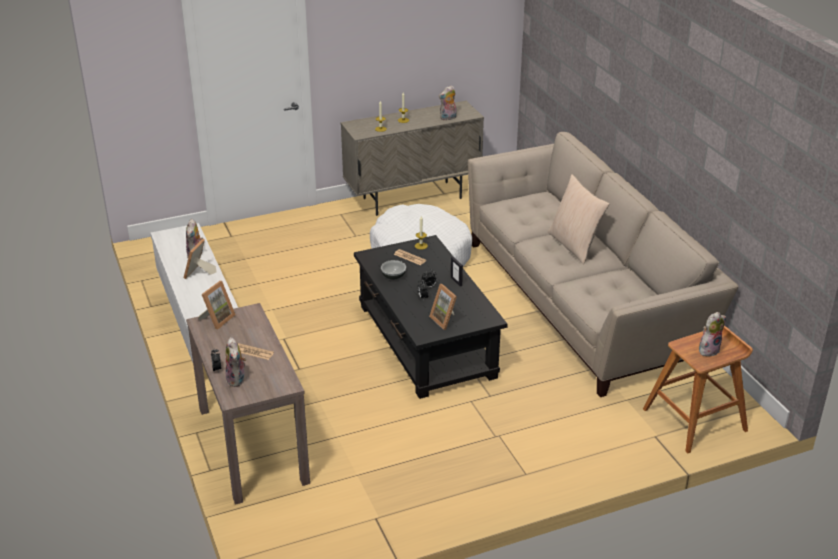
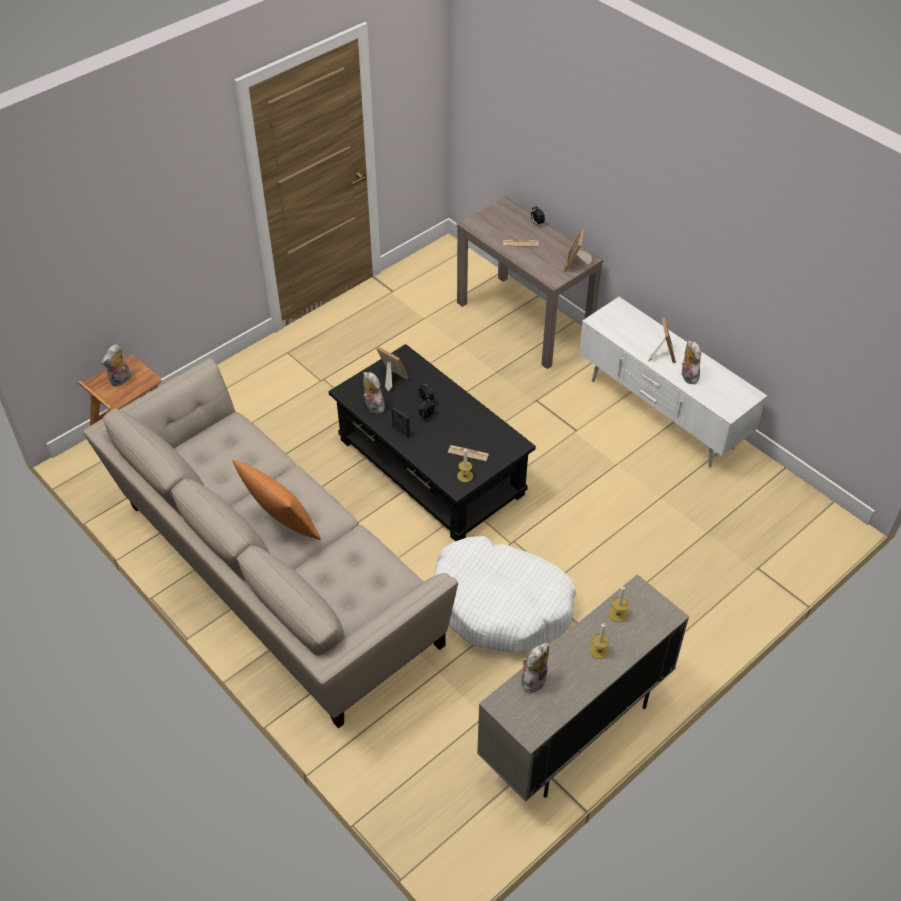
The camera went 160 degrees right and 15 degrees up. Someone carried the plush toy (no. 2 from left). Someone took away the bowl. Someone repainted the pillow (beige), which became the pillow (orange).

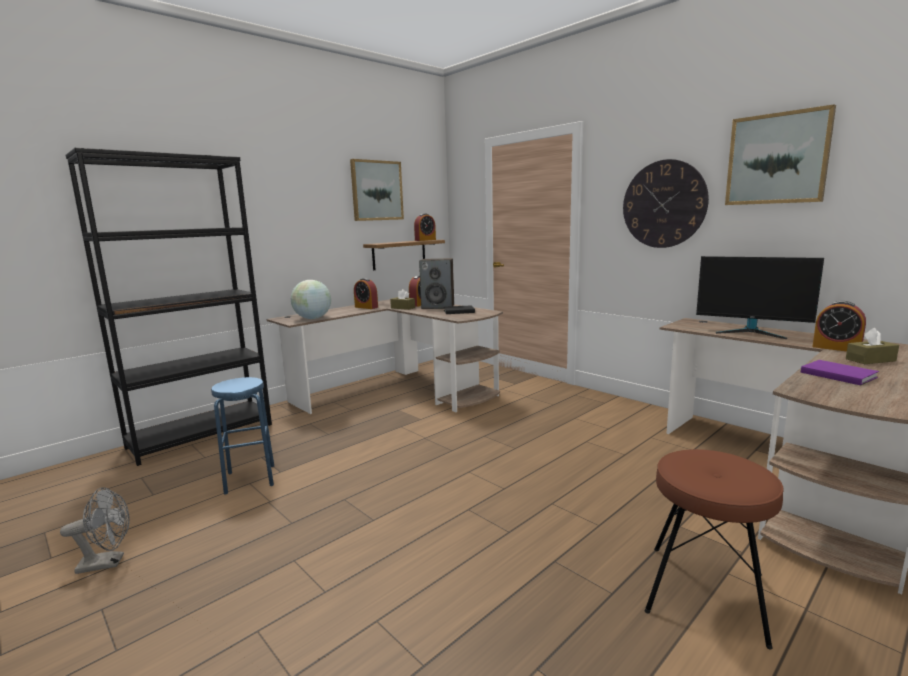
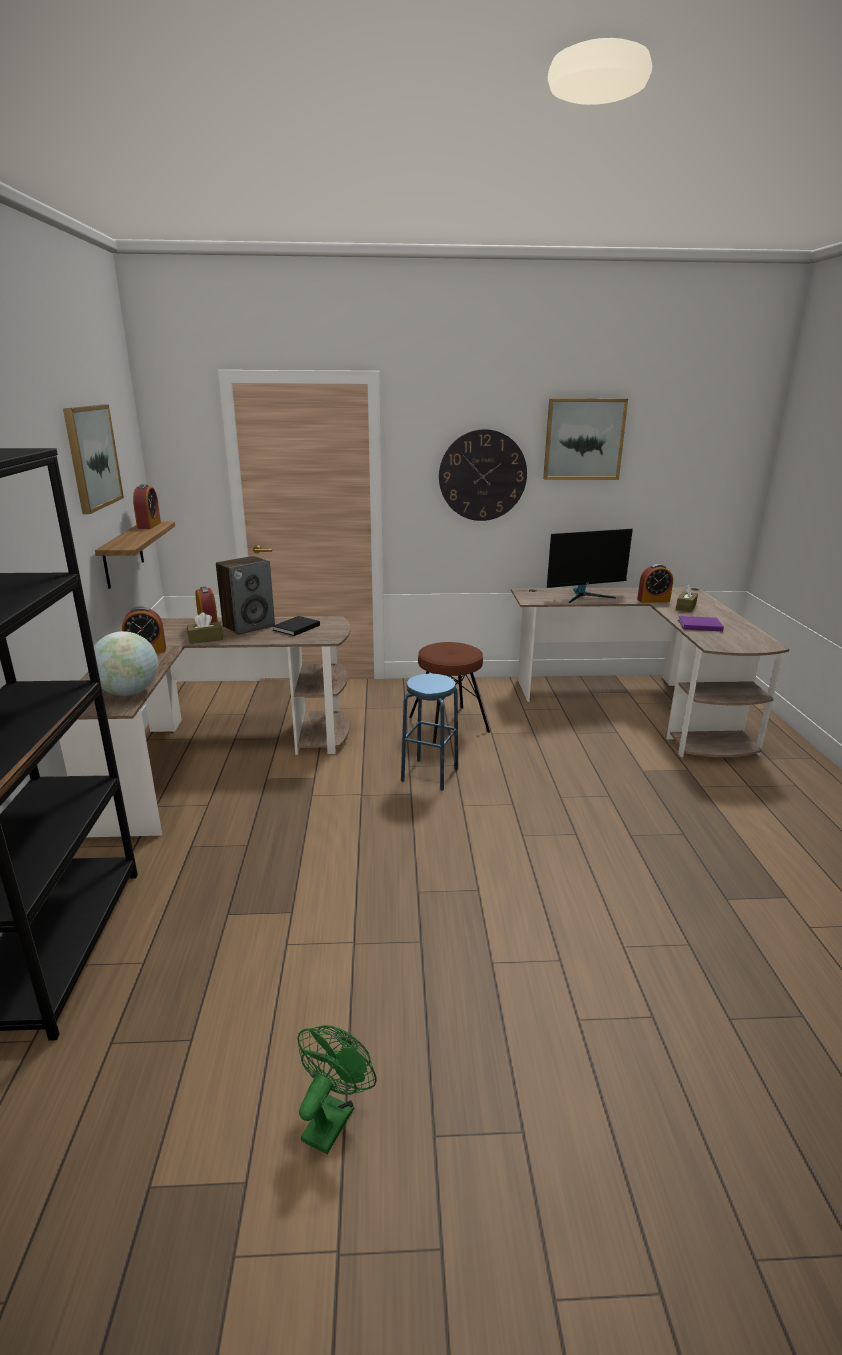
The camera went 50 degrees left and 10 degrees up. Someone repainted the fan (grey), which became the fan (green). Someone carried the stool (blue). Someone carried the stool (brown).

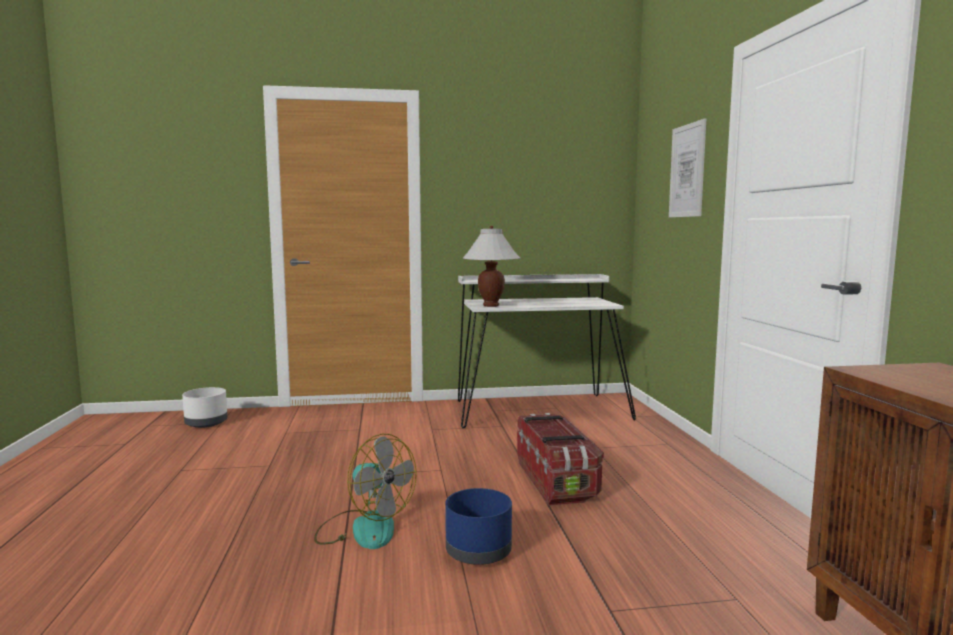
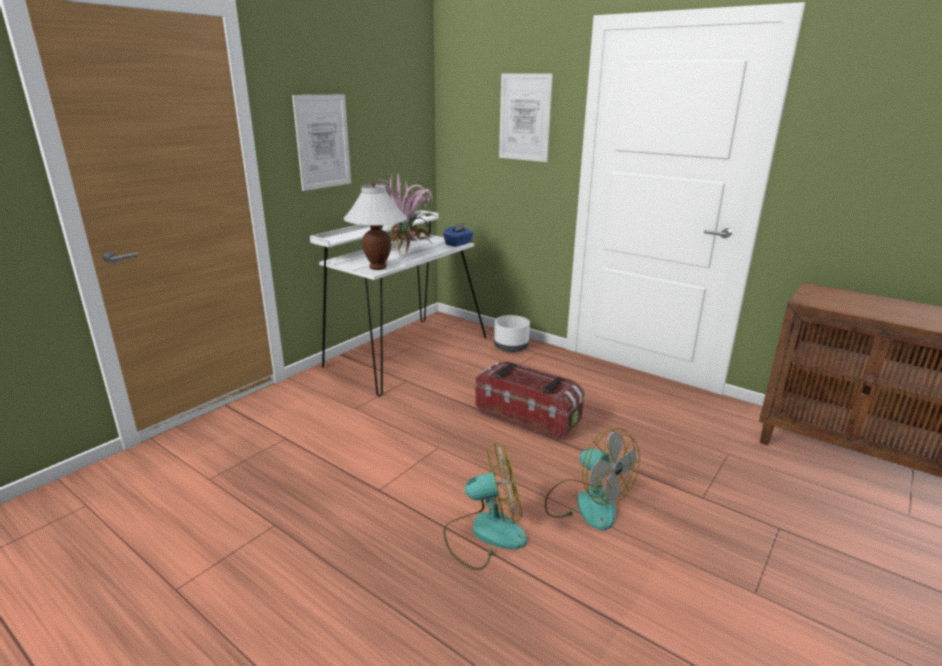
The camera went 45 degrees left and 15 degrees up. Someone carried the planter (white). Someone swapped the planter (blue) for the fan (no. 2 from left). Someone put up the picture (no. 1 from left). Someone put down the potted plant. Someone put down the tissue box (blue).

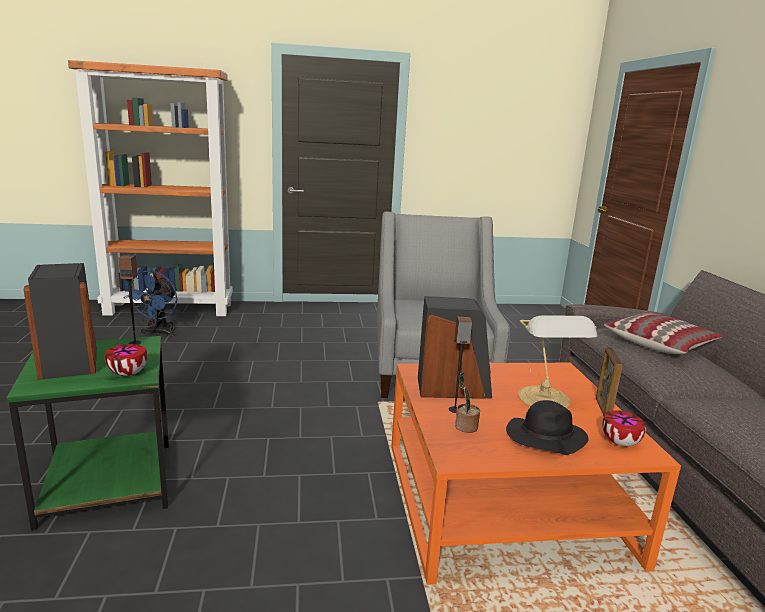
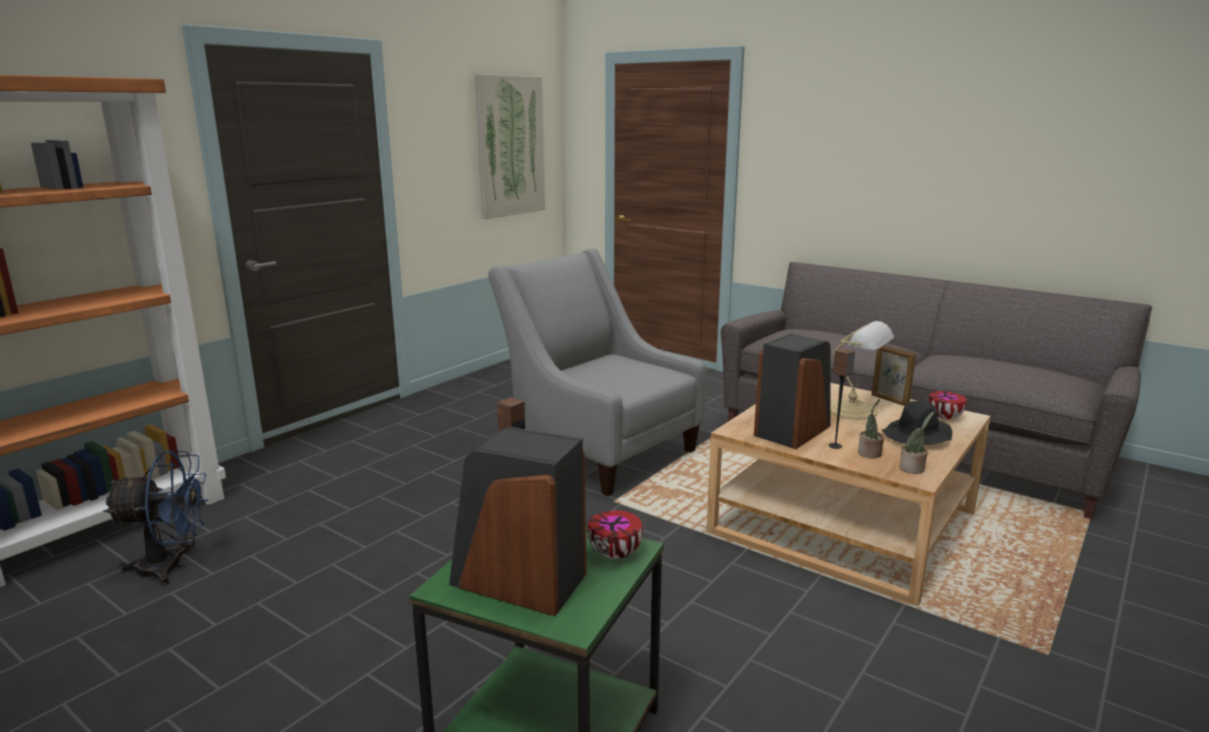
The camera went 45 degrees left and 0 degrees up. Someone rotated the fan (blue) by 60 degrees counterclockwise. Someone repainted the coffee table (orange), which became the coffee table (beige). Someone took away the pillow. Someone put up the picture. Someone put down the potted plant (no. 2 from left).

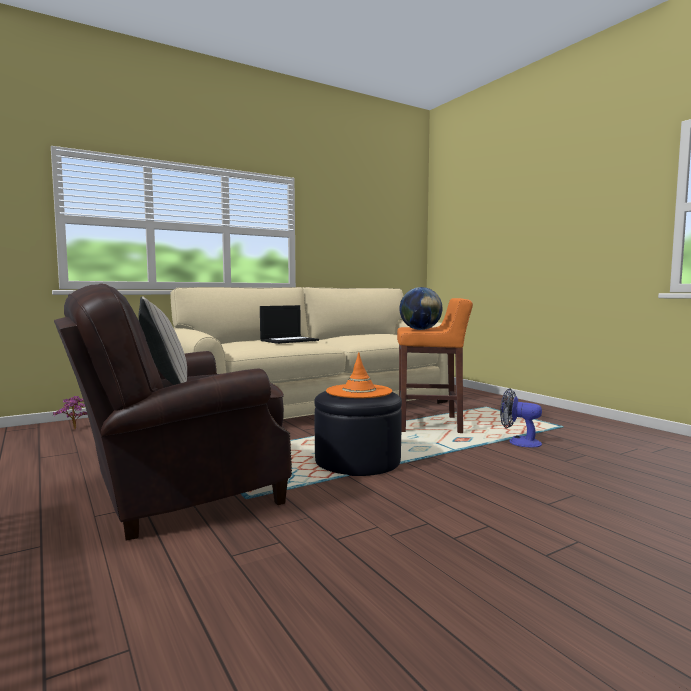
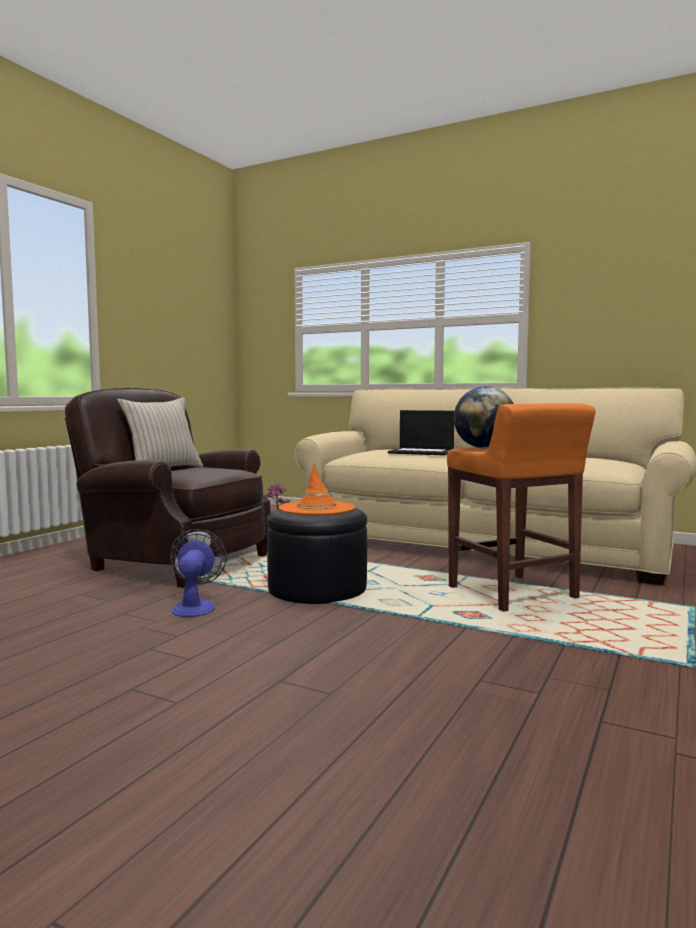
The camera went 60 degrees right and 0 degrees up. Someone carried the fan.

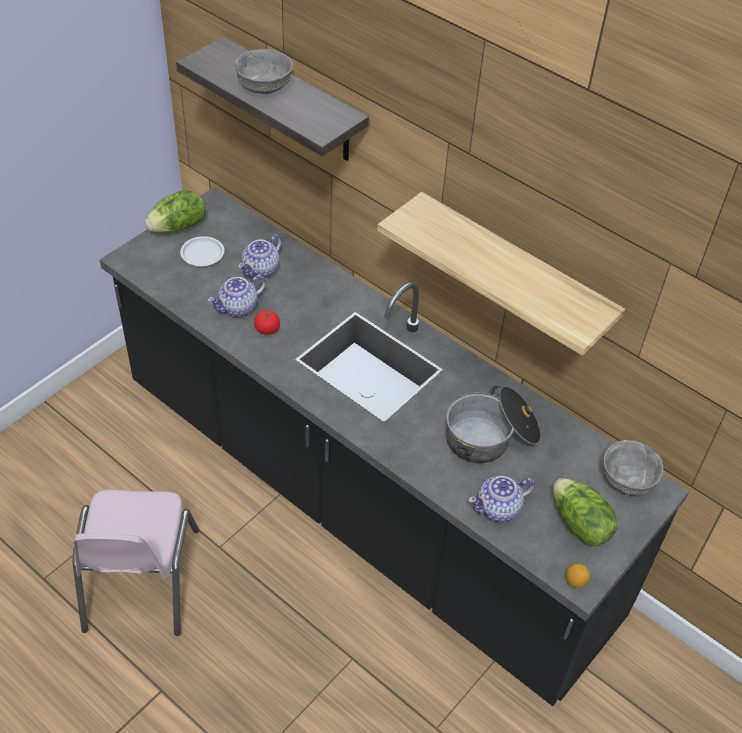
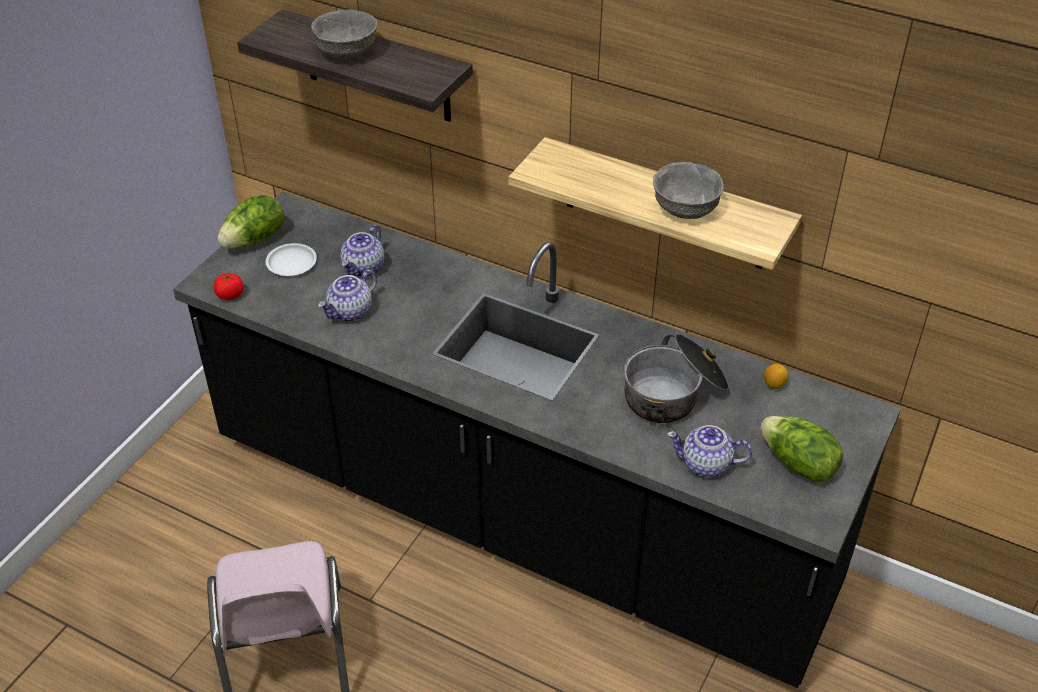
The camera went 10 degrees left and 5 degrees down. Someone carried the tomato. Someone rotated the teapot (no. 3 from left) by 45 degrees clockwise. Someone carried the lemon. Someone carried the bowl (grey) (no. 2 from left).

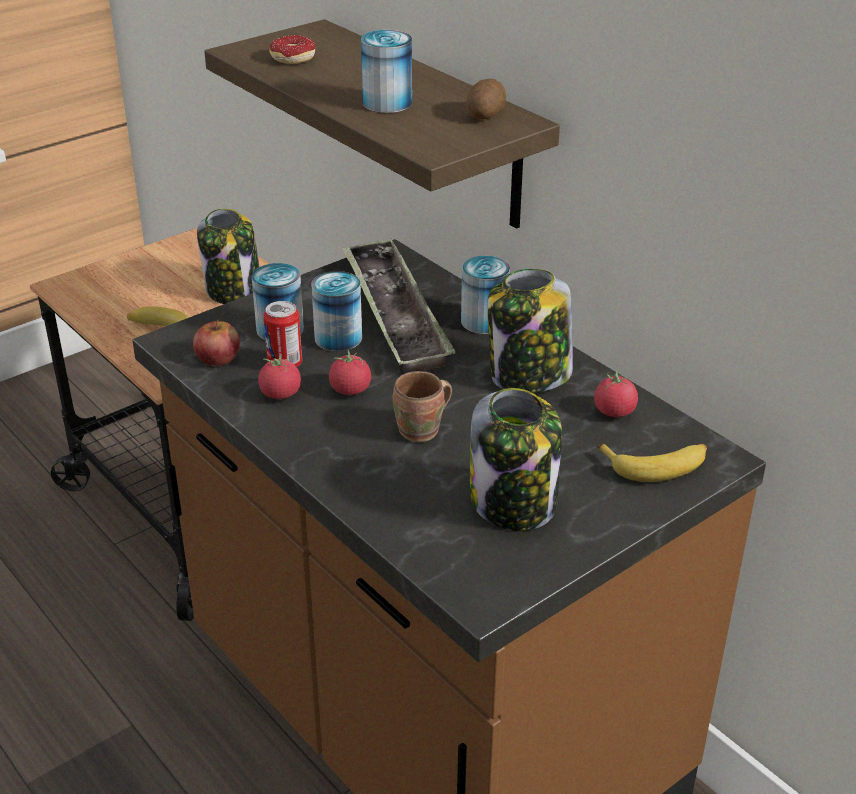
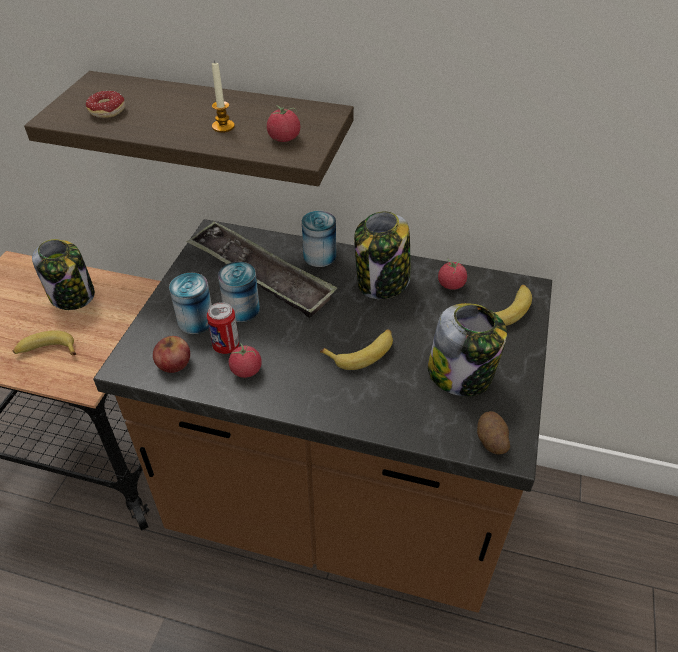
The camera went 35 degrees left and 10 degrees up. Someone carried the tomato (no. 2 from left). Someone swapped the can (no. 4 from left) for the candle. Someone swapped the mug (brown) for the banana (no. 2 from left). Someone carried the potato.

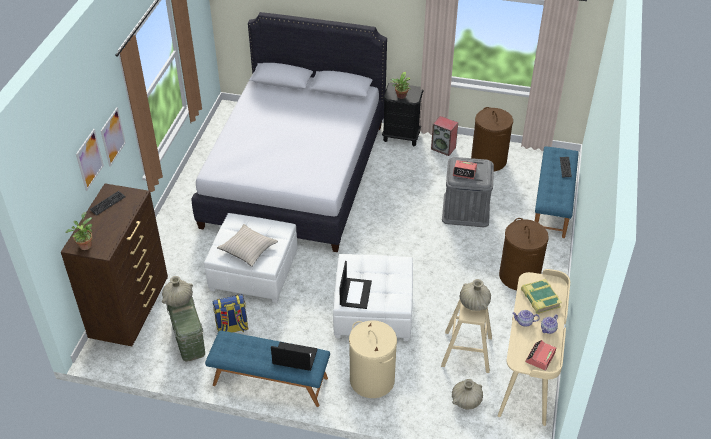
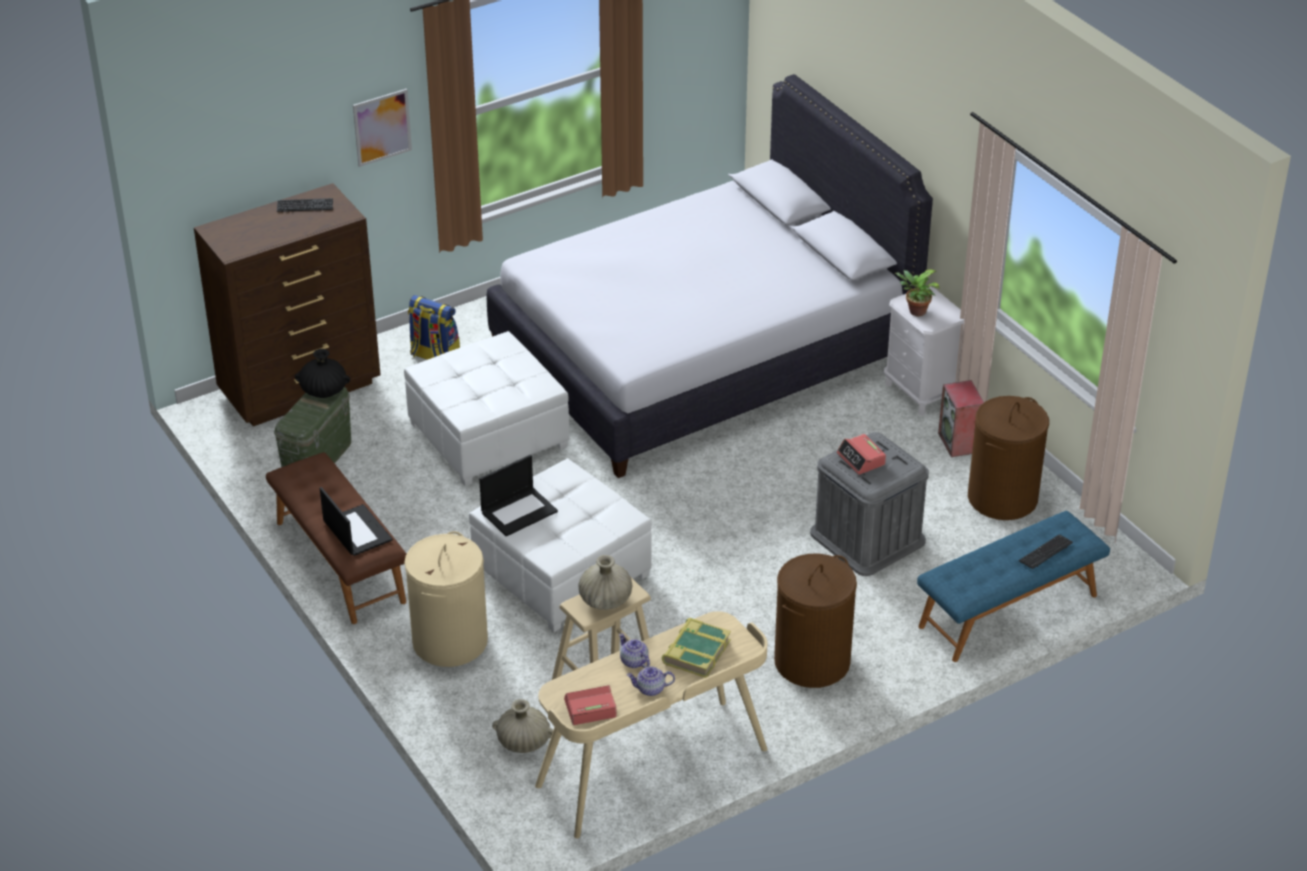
The camera went 45 degrees right and 5 degrees down. Someone took away the potted plant (no. 1 from left). Someone took away the picture (no. 1 from left). Someone repainted the vase (beige) (no. 1 from left), which became the vase (black). Someone repainted the bench (blue) (no. 1 from left), which became the bench (brown). Someone carried the backpack. Someone took away the pillow (beige). Someone repainted the nightstand (black), which became the nightstand (white).

